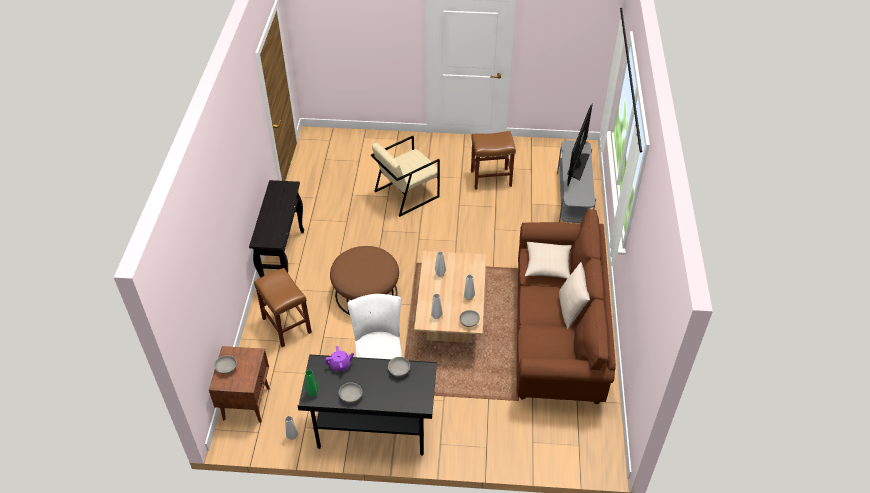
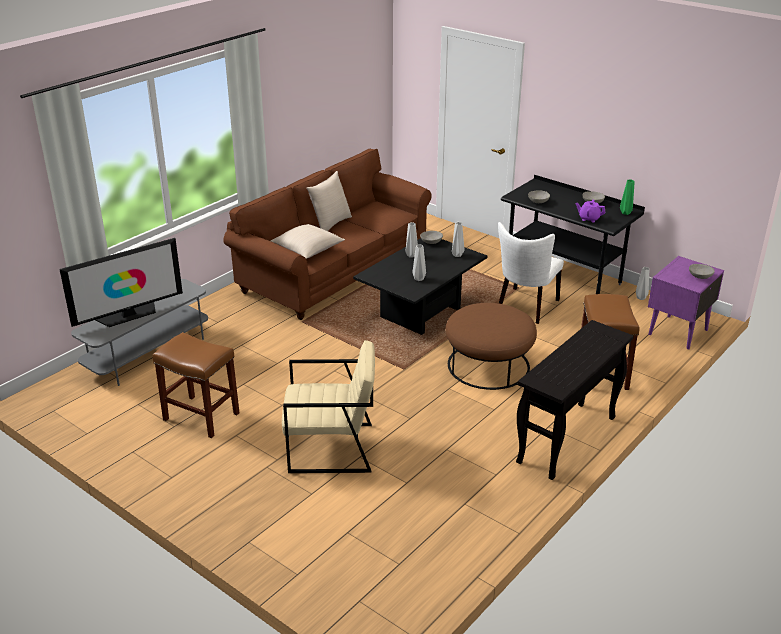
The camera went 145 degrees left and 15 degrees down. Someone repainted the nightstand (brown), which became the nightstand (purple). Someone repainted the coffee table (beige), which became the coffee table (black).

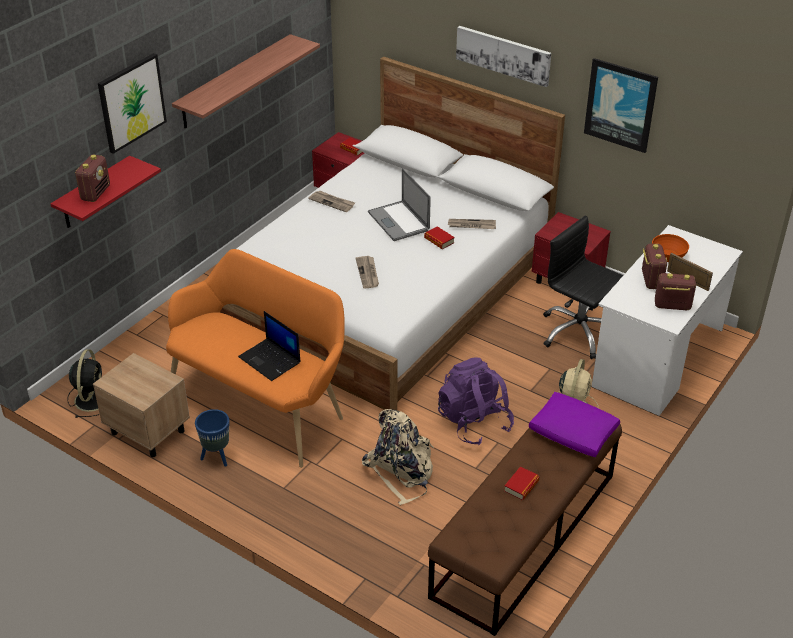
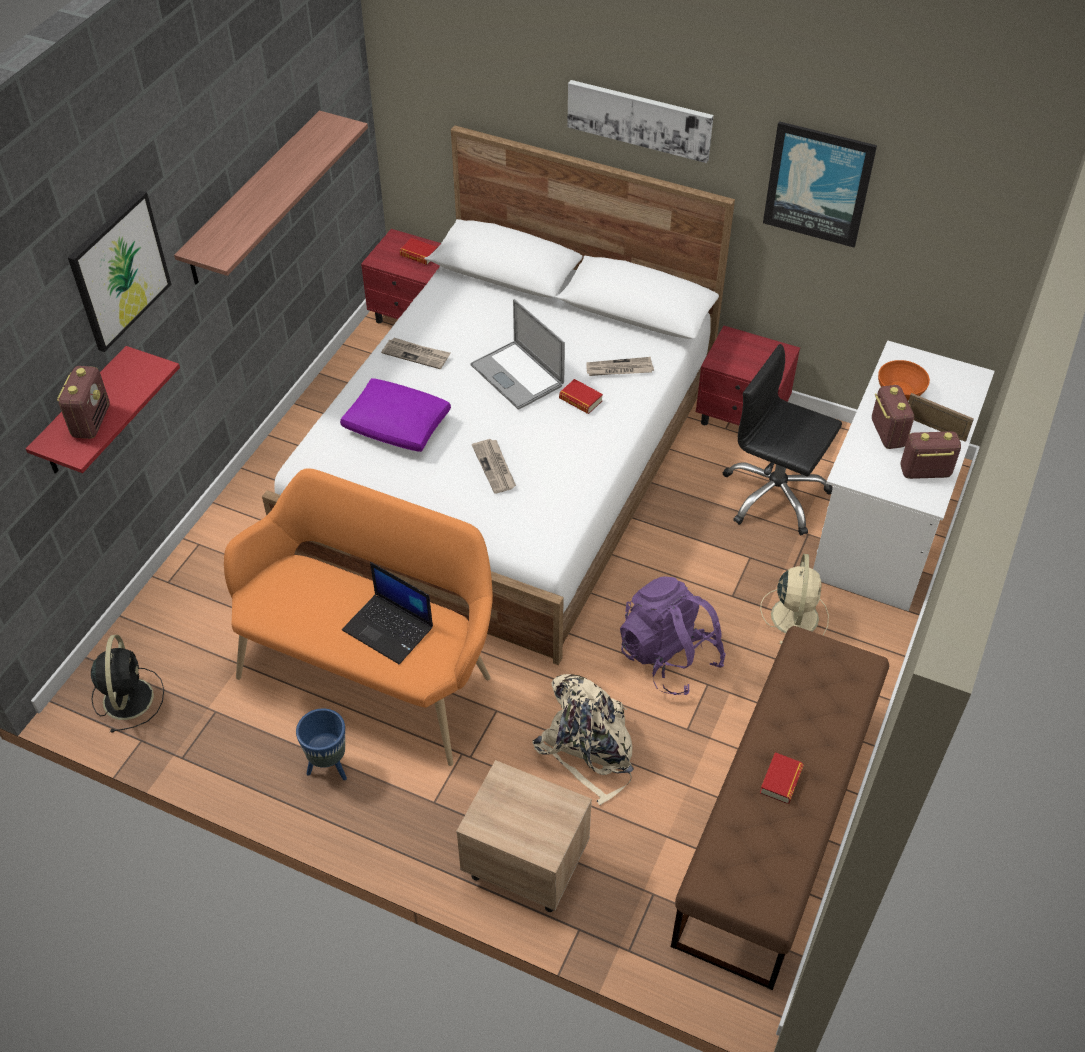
The camera went 10 degrees left and 10 degrees up. Someone carried the nightstand (beige). Someone carried the pillow (purple).

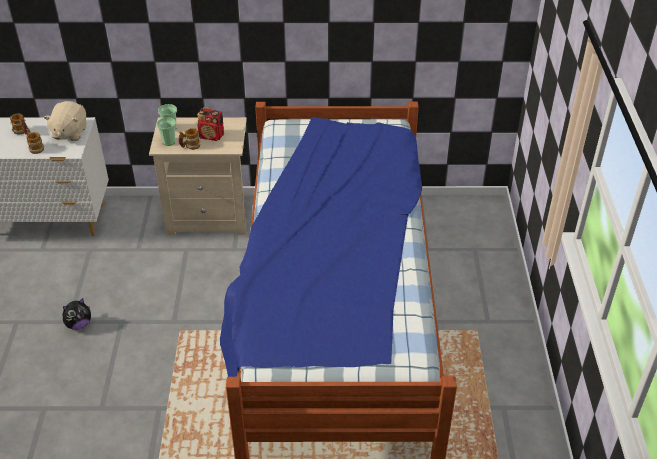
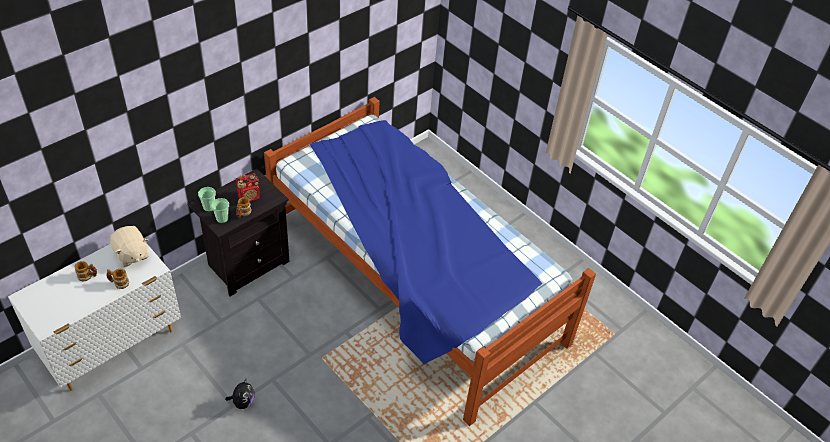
The camera went 45 degrees left and 5 degrees up. Someone repainted the nightstand (beige), which became the nightstand (black).

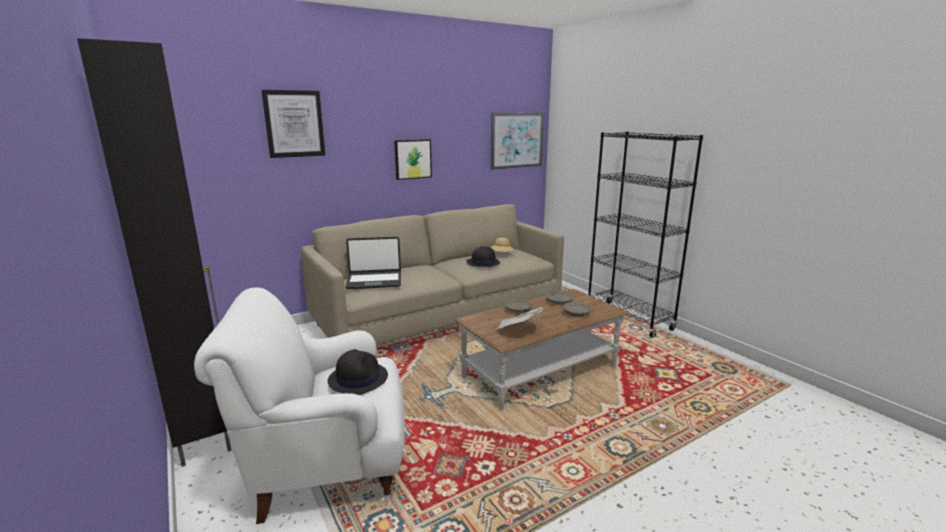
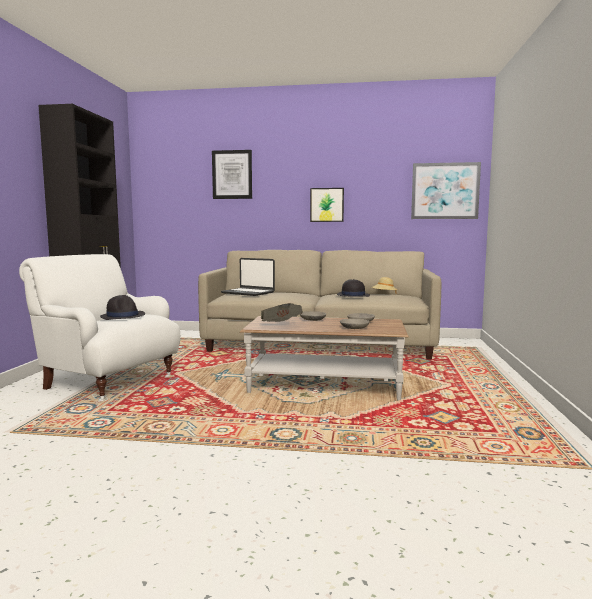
The camera went 40 degrees right and 10 degrees down. Someone took away the bookcase (black).

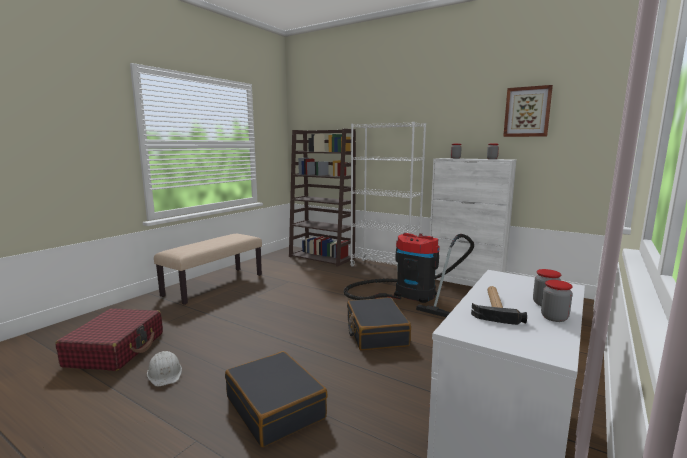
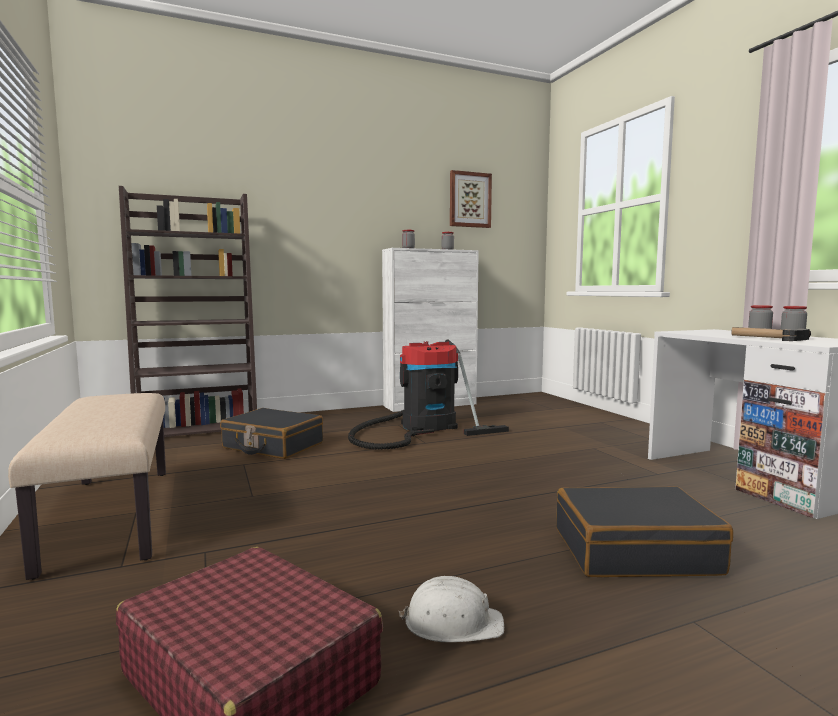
The camera went 55 degrees left and 5 degrees down. Someone carried the suitcase (black) (no. 2 from left in the first image). Someone took away the bookcase (white).

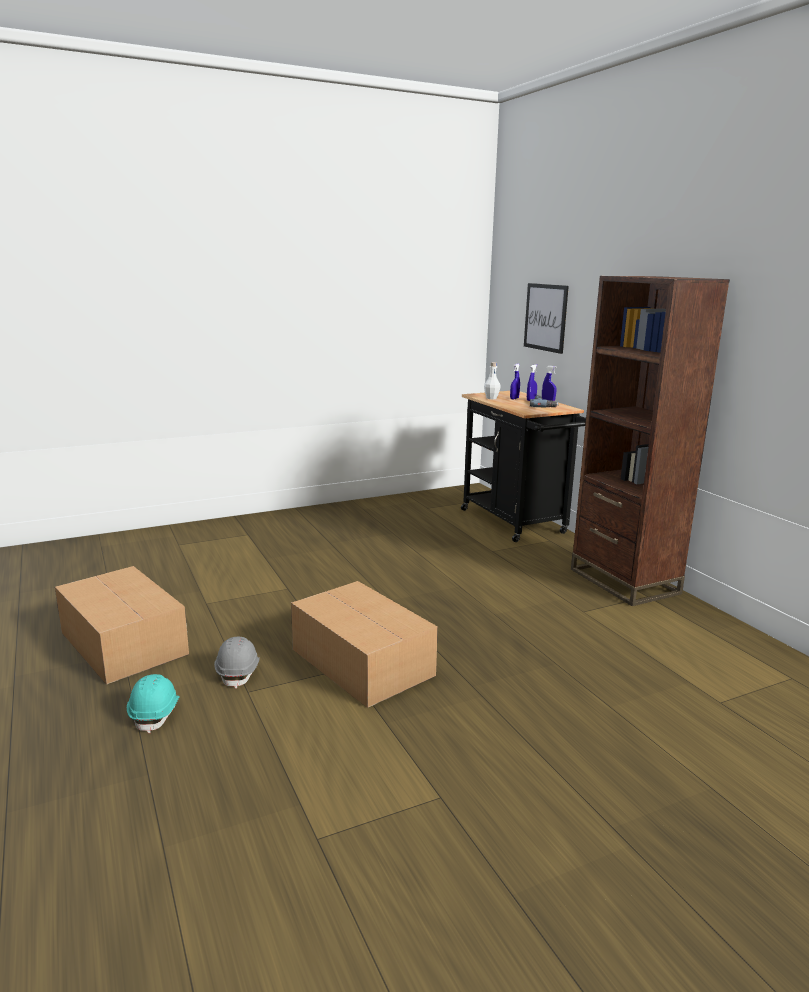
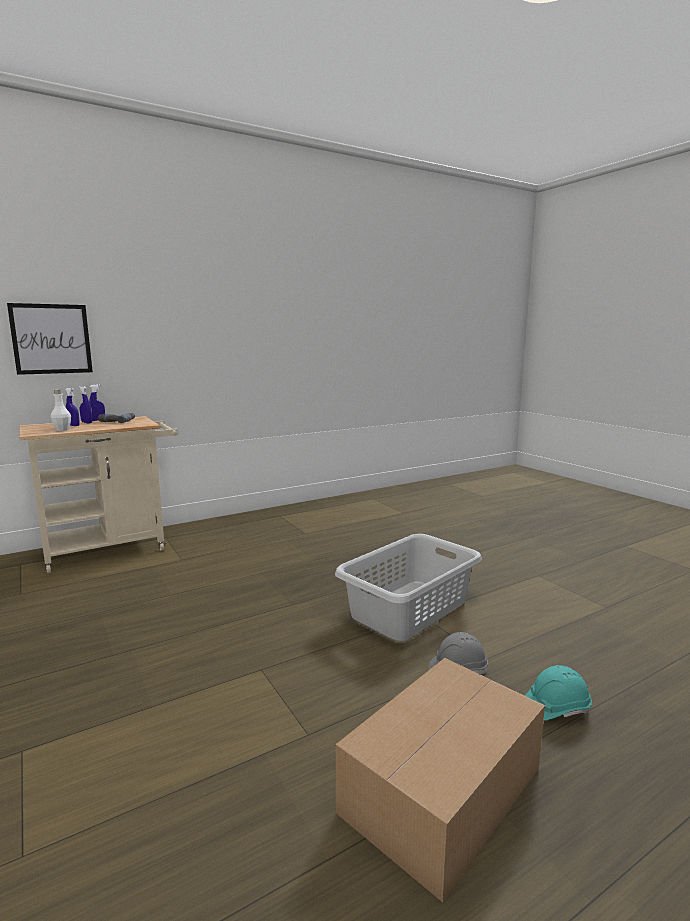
The camera went 95 degrees left and 5 degrees down. Someone swapped the cardboard box (no. 2 from left) for the laundry basket (grey). Someone repainted the cart (black), which became the cart (beige). Someone took away the bookcase (brown).

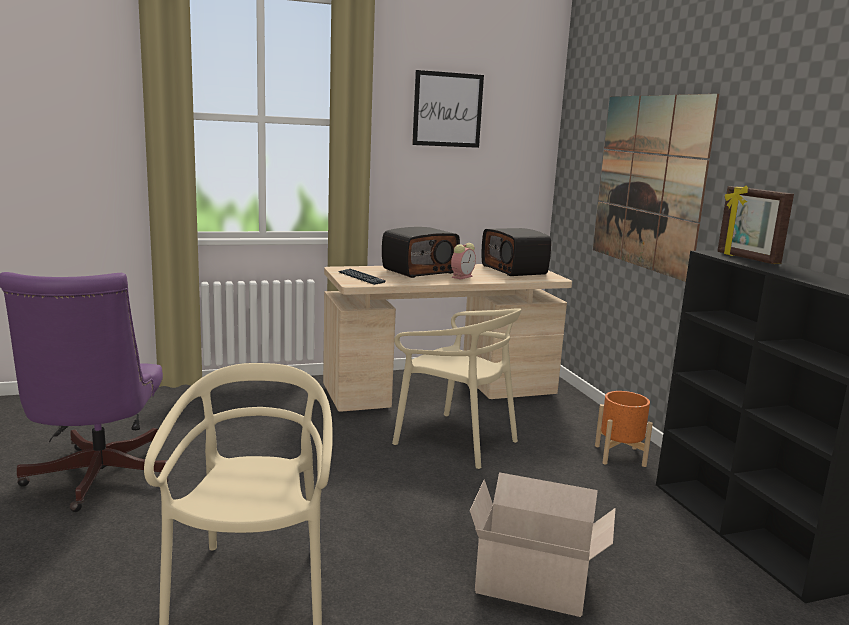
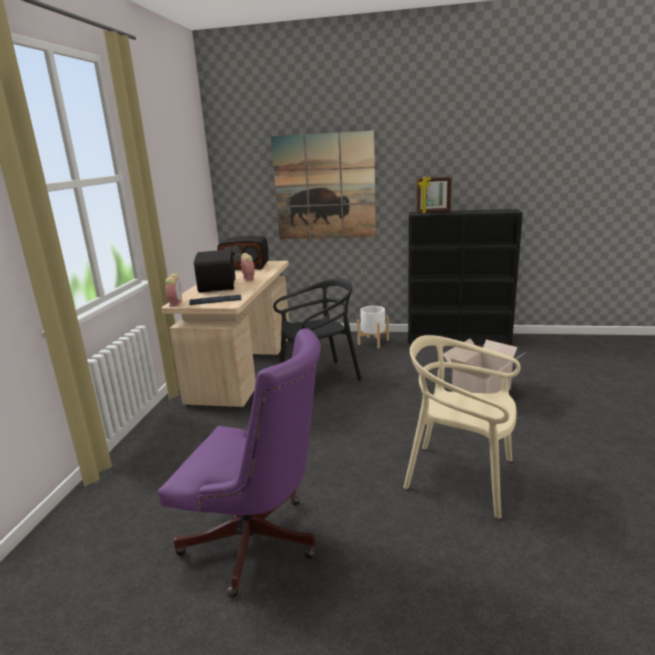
The camera went 60 degrees left and 5 degrees up. Someone repainted the chair (beige) (no. 2 from left), which became the chair (black). Someone took away the picture (no. 1 from left). Someone repainted the planter (orange), which became the planter (white). Someone put down the alarm clock (no. 1 from left).

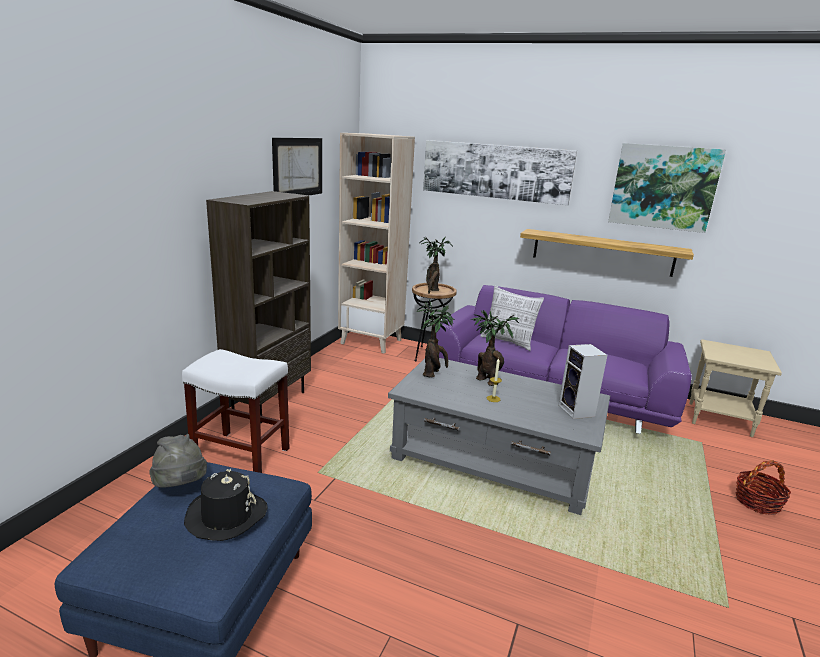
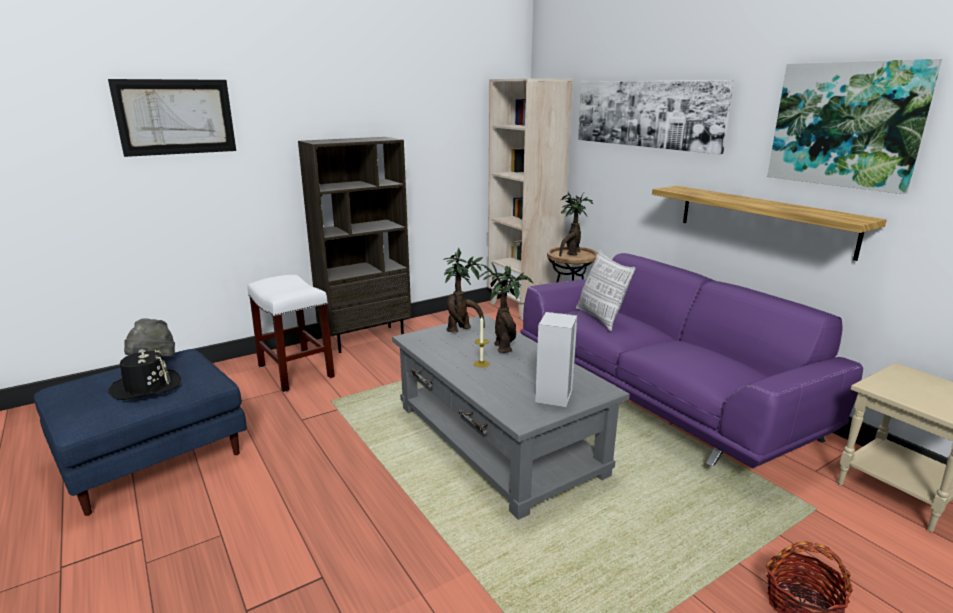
The camera went 35 degrees right and 0 degrees up. Someone carried the picture (no. 1 from left).

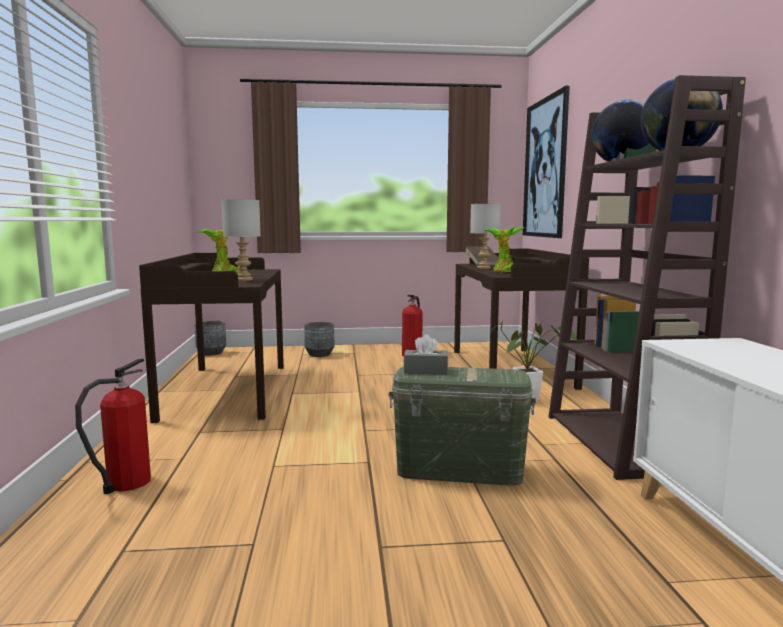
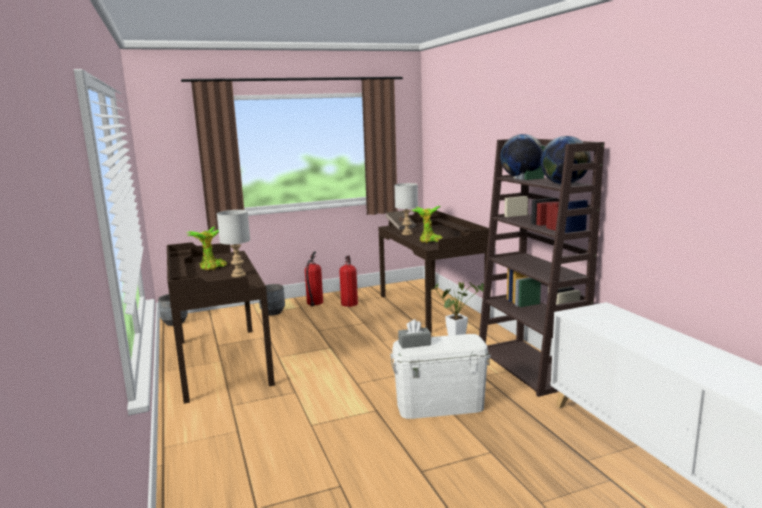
The camera went 15 degrees left and 5 degrees up. Someone carried the fire extinguisher (no. 1 from left). Someone repainted the storage box (green), which became the storage box (white). Someone took away the picture.

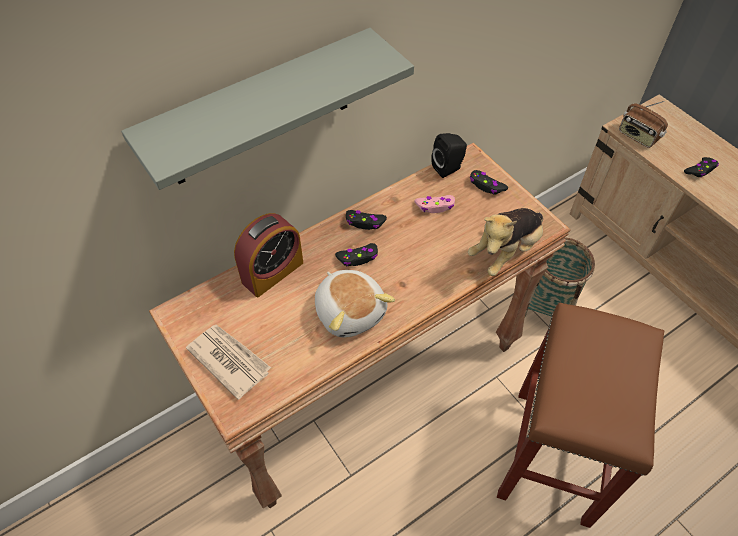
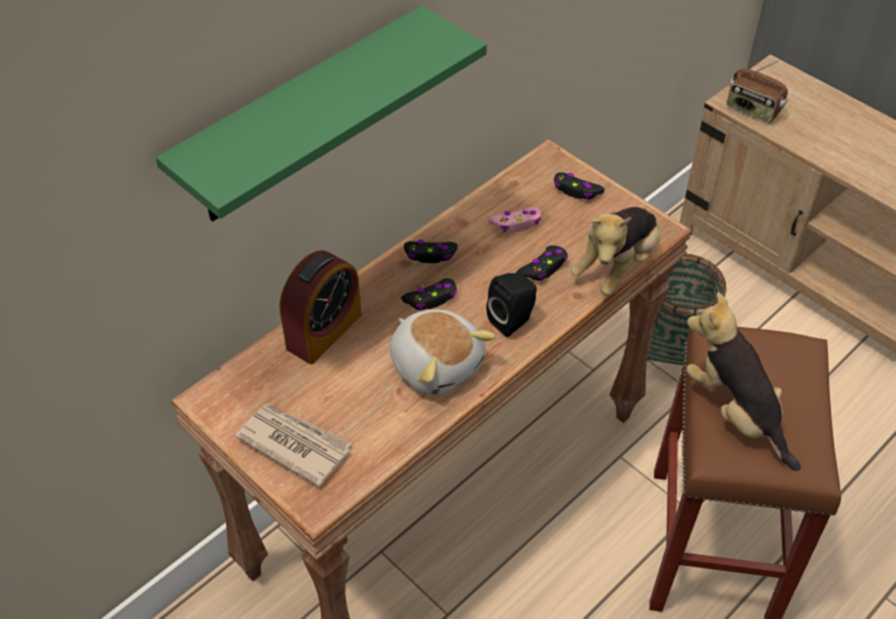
The camera went 10 degrees left and 5 degrees down. Someone repainted the shelf (grey), which became the shelf (green). Someone carried the speaker (black). Someone carried the game controller (black) (no. 4 from left in the first image). Someone put down the plush toy (no. 3 from left).

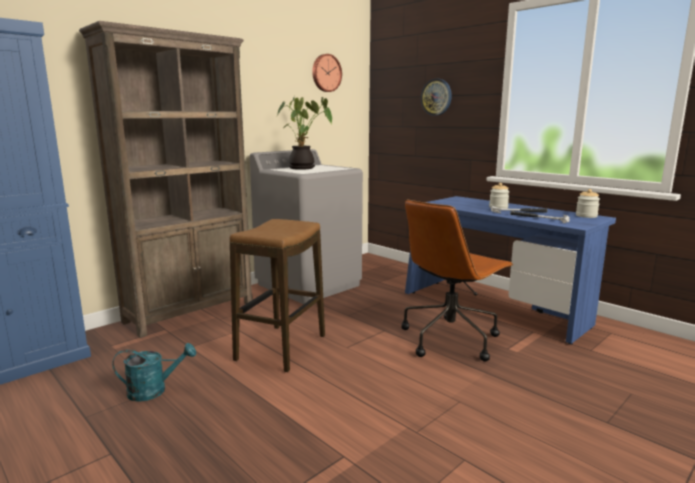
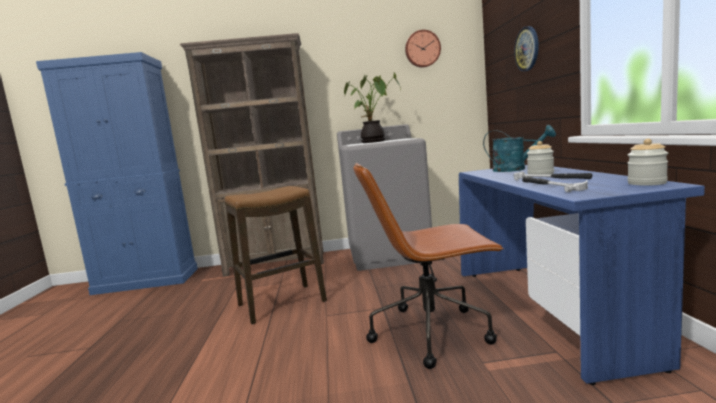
The camera went 40 degrees right and 5 degrees down. Someone carried the watering can (turquoise).

